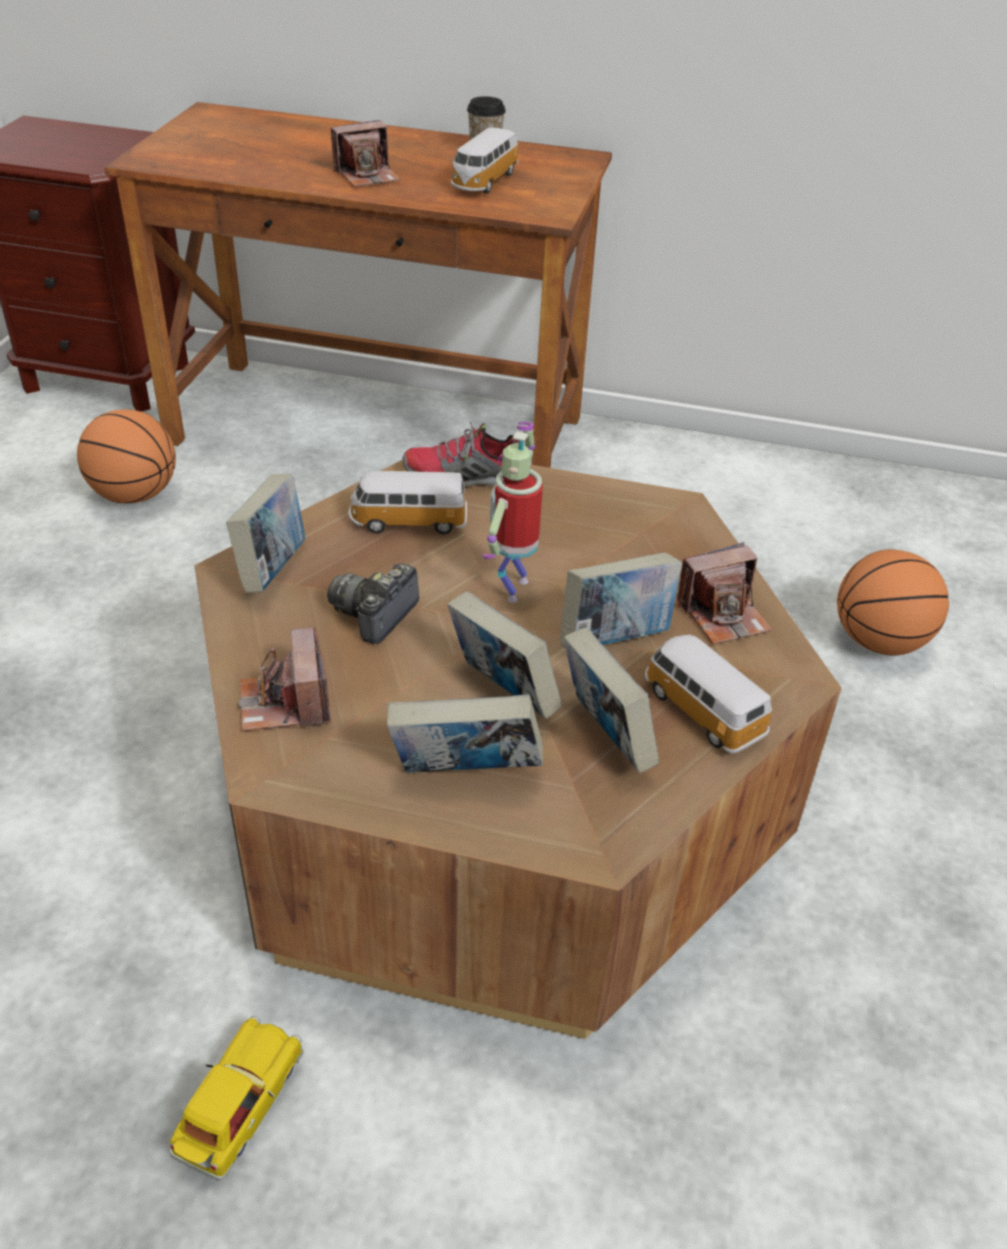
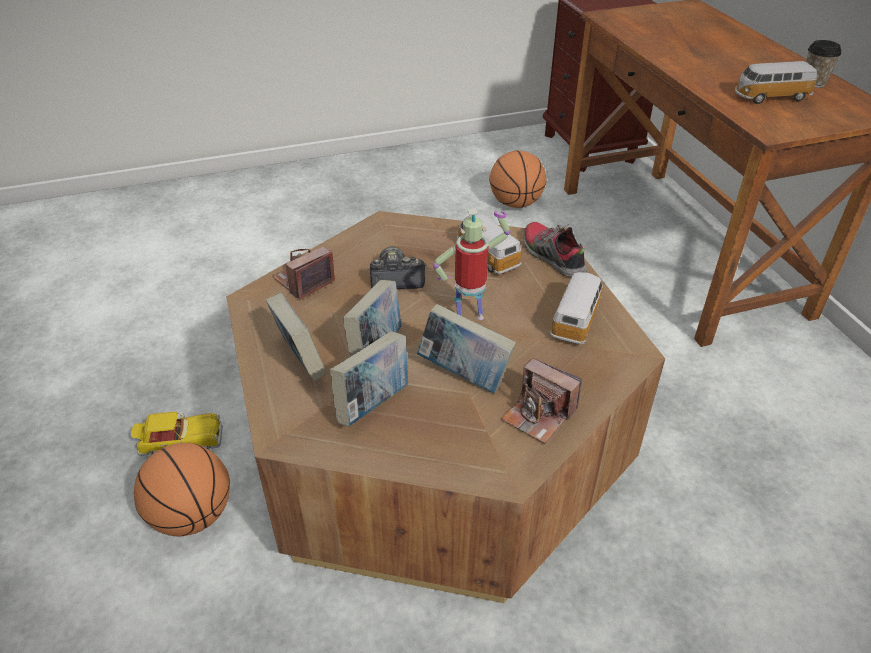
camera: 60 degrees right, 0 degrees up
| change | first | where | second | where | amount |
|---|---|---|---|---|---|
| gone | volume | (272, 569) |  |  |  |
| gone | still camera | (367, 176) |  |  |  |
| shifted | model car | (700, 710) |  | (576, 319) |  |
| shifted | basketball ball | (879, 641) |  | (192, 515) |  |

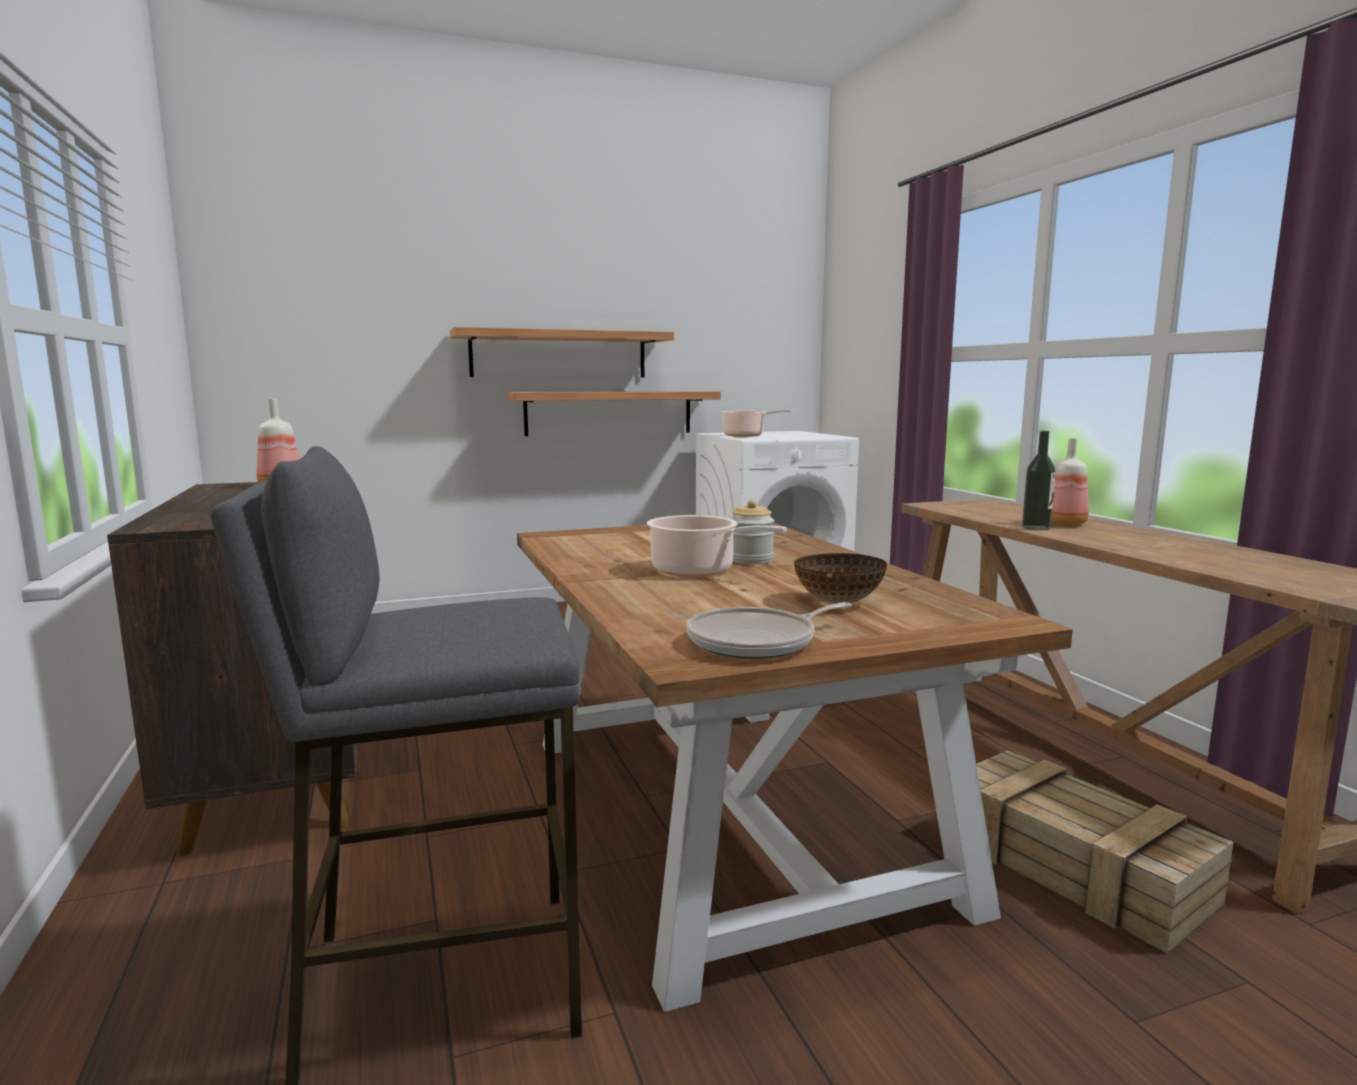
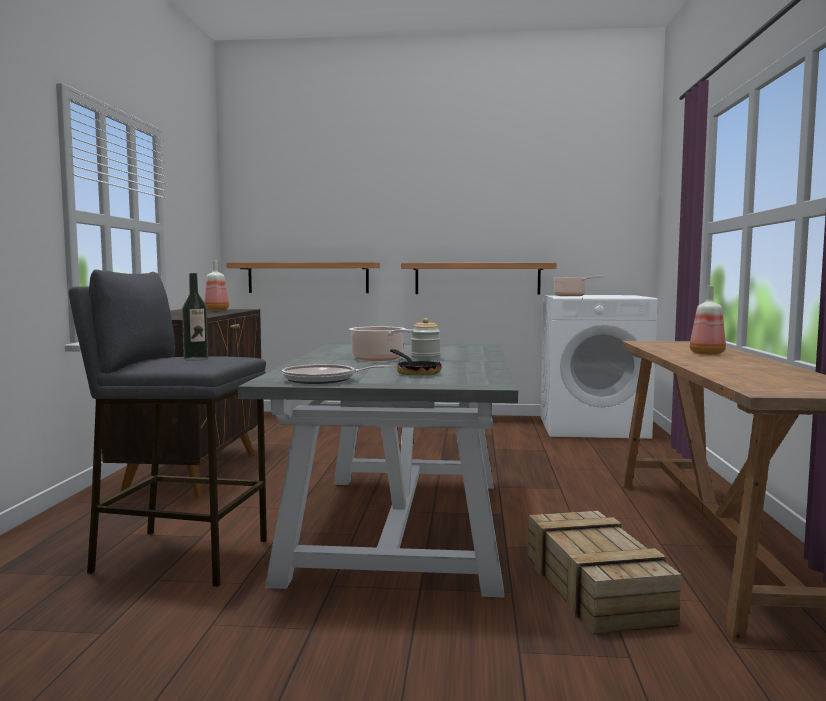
camera: 25 degrees right, 5 degrees down
| change | first | where | second | where | amount |
|---|---|---|---|---|---|
| shifted | wall shelf | (559, 354) |  | (308, 278) |  |
| shifted | drink bottle | (1036, 528) |  | (196, 359) |  |
| swapped | serving bowl | (837, 602) | frying pan | (416, 373) |  |
| repainted | dinner table in brown-coloured | (729, 816) | dinner table in grey | (401, 526) |  |

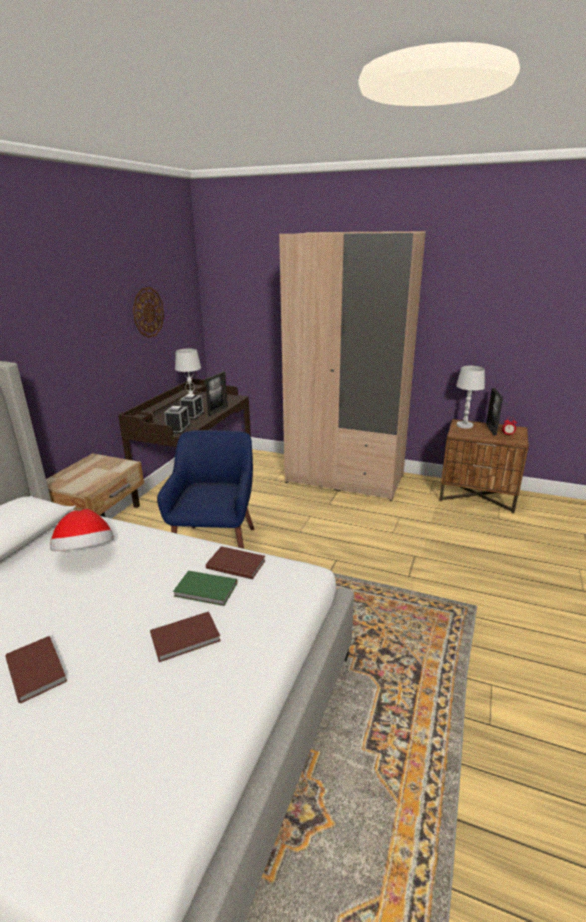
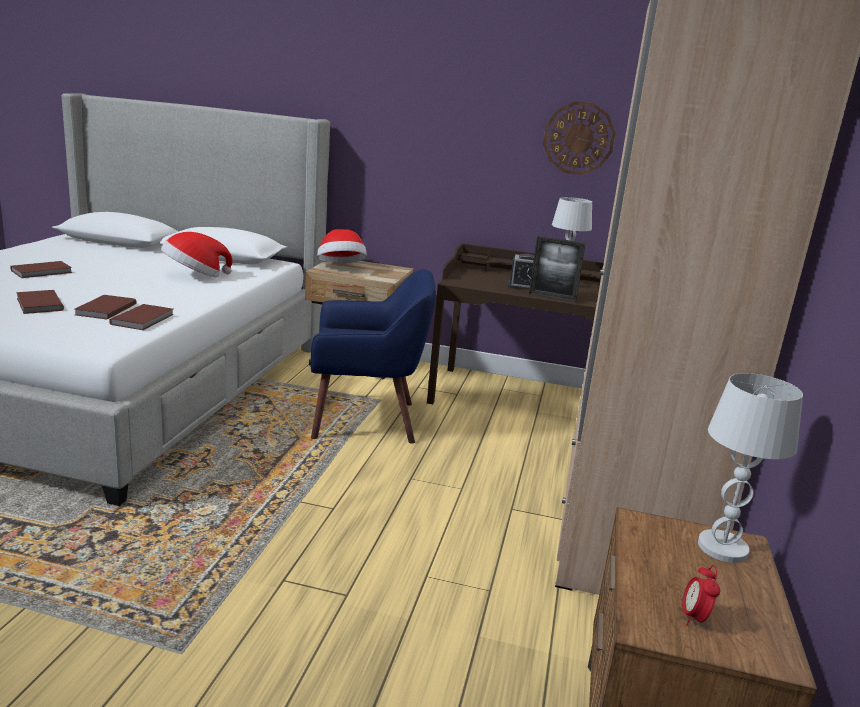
camera: 80 degrees right, 5 degrees down
| change | first | where | second | where | amount |
|---|---|---|---|---|---|
| gone | bedside clock | (178, 428) |  |  |  |
| gone | photo frame | (491, 429) |  |  |  |
| new |  |  | hat | (341, 268) |  |
| repainted | volume in green | (206, 590) | volume in brown-coloured | (104, 309) |  |

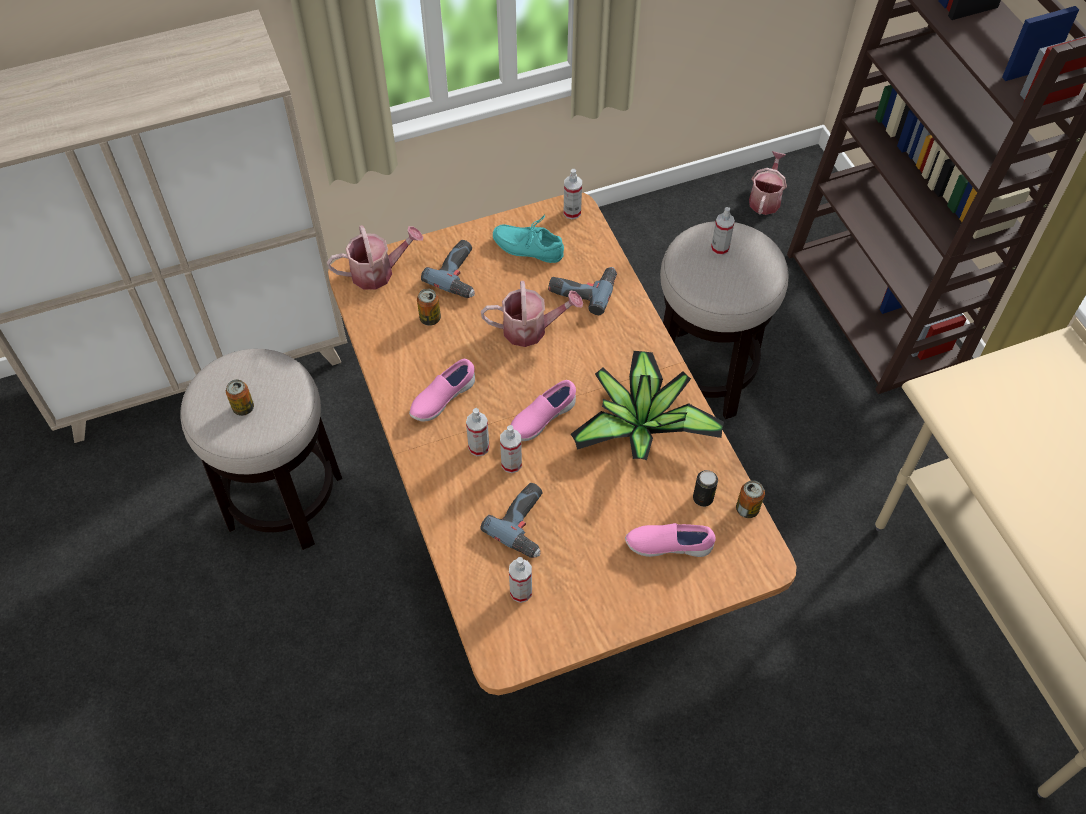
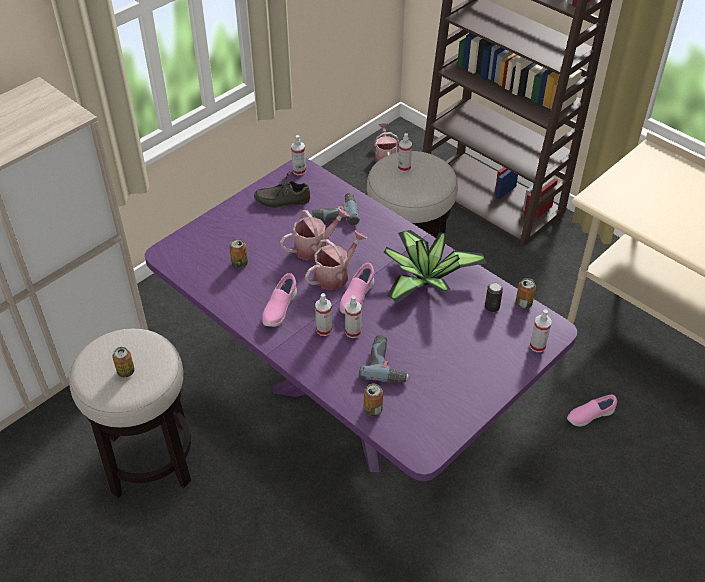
camera: 25 degrees left, 10 degrees down
| change | first | where | second | where | amount |
|---|---|---|---|---|---|
| gone | power drill | (460, 274) |  |  |  |
| new |  |  | sealed can | (373, 410) |  |
| shifted | watering pot | (378, 272) |  | (335, 275) |  |
| shifted | hand sprayer | (521, 592) |  | (537, 346) |  |
| shifted | low shoe in pinkish | (668, 545) |  | (589, 416) |  |
| repainted | dinner table in brown-coloured | (544, 525) | dinner table in purplish | (353, 404) |  |
| repainted | low shoe in blue-green | (529, 246) | low shoe in grey | (282, 199) |  |

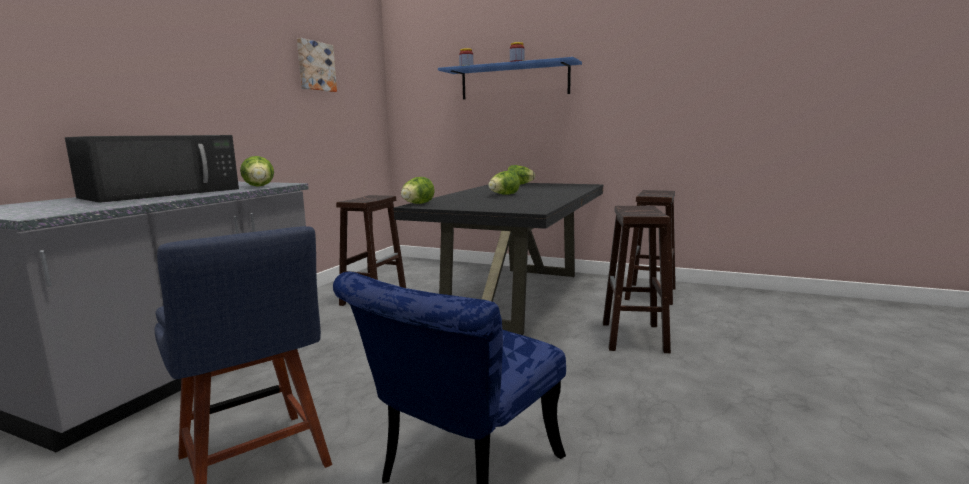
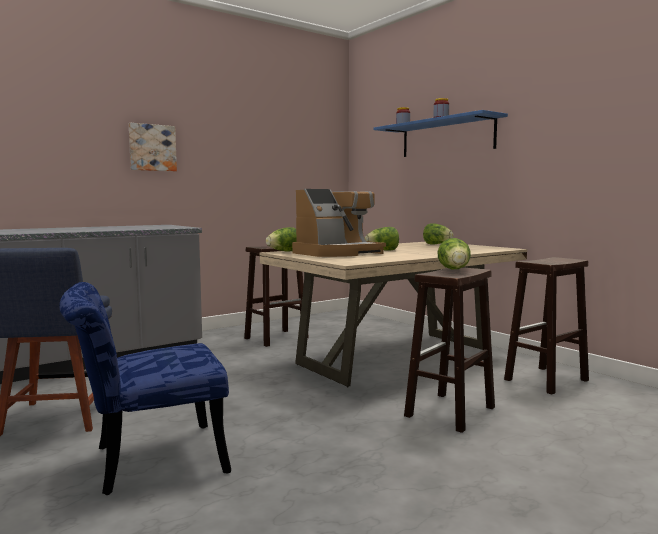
camera: 30 degrees right, 5 degrees down
| change | first | where | second | where | amount |
|---|---|---|---|---|---|
| gone | microwave in black | (164, 193) |  |  |  |
| new |  |  | coffee brewer | (338, 253) |  |
| shifted | lettuce | (260, 186) |  | (455, 270) |  |
| shifted | wall picture | (315, 66) |  | (152, 148) |  |
| repainted | dinner table in black | (515, 296) | dinner table in sand-coloured | (396, 357) |  |

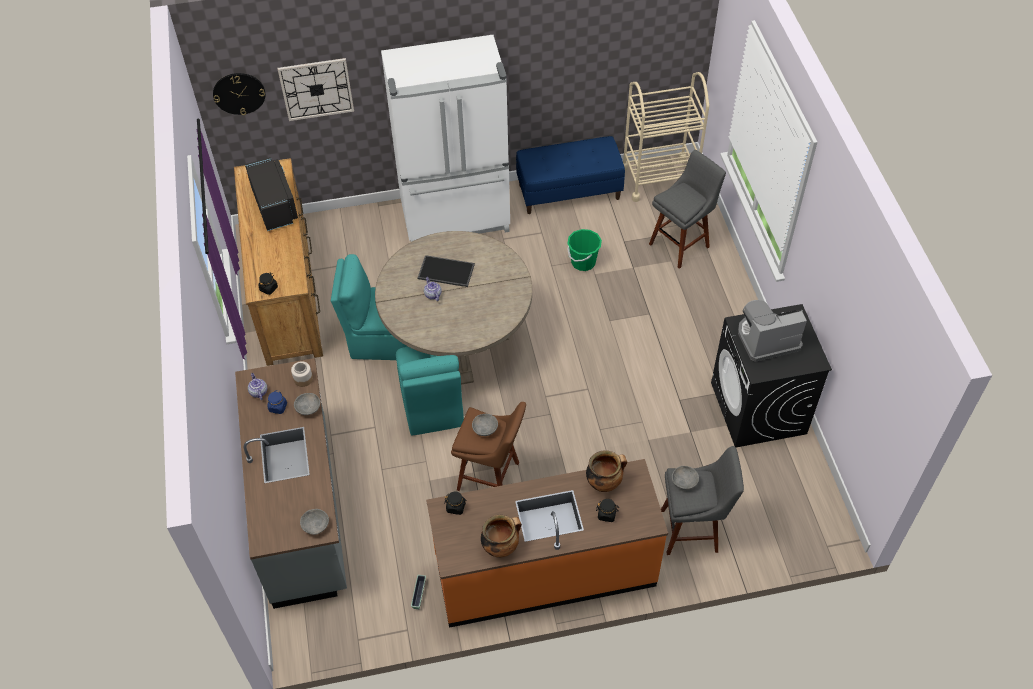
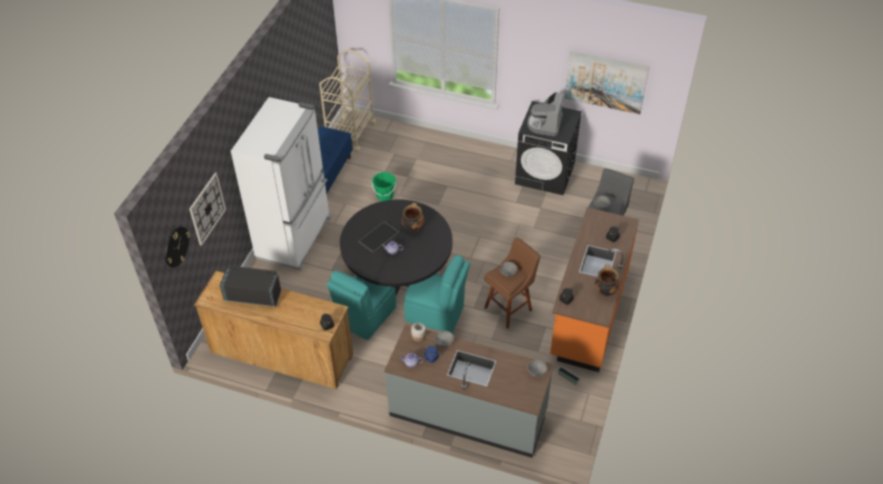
camera: 60 degrees left, 5 degrees down
| change | first | where | second | where | amount |
|---|---|---|---|---|---|
| gone | sitting stool in grey | (681, 244) |  |  |  |
| new |  |  | wall picture | (605, 82) |  |
| shifted | saucepot | (604, 482) |  | (413, 227) |  |
| repainted | dinner table in sand-coloured | (458, 343) | dinner table in black | (398, 281) |  |

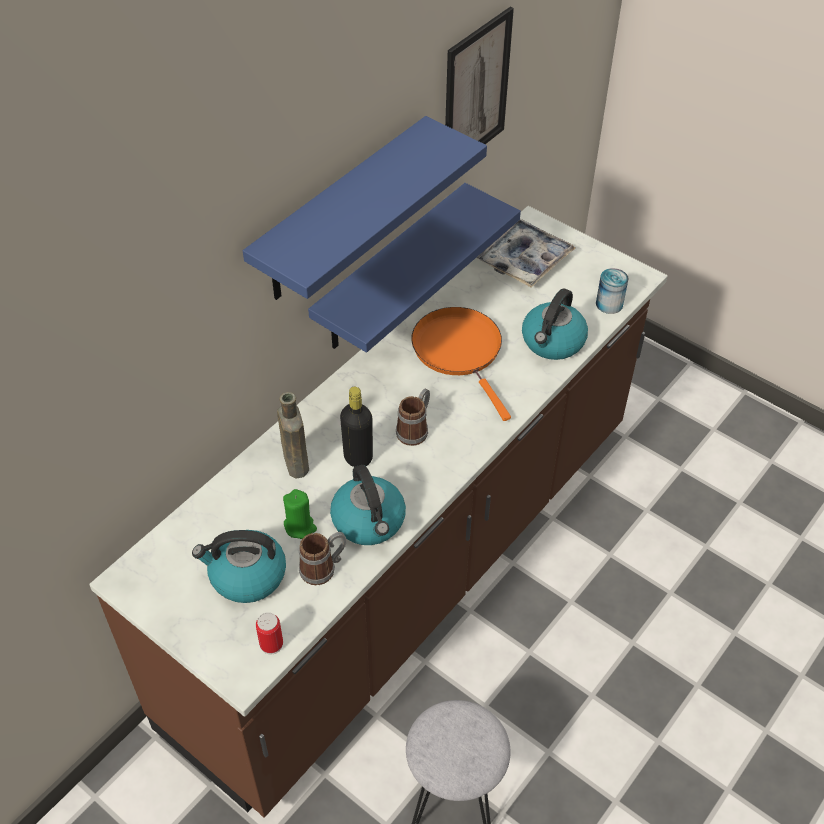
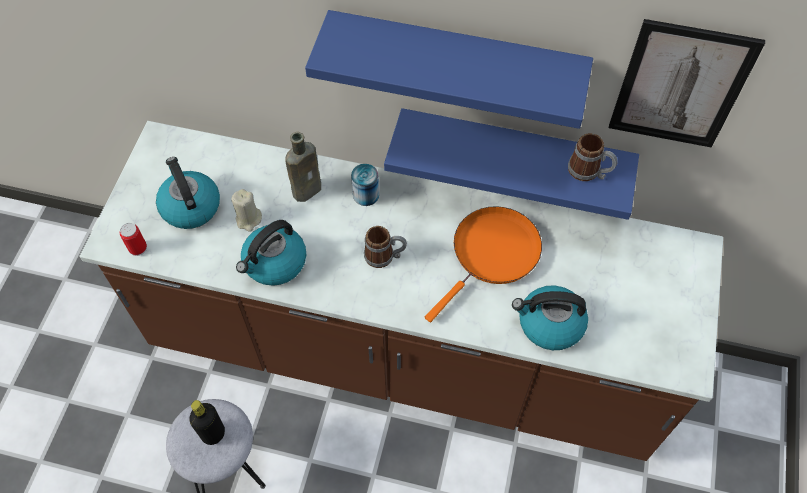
camera: 65 degrees right, 10 degrees up
| change | first | where | second | where | amount |
|---|---|---|---|---|---|
| gone | tray | (524, 260) |  |  |  |
| shifted | coffee mug | (324, 567) |  | (589, 172) |  |
| shifted | drink bottle in black | (358, 457) |  | (213, 433) |  |
| shifted | sealed can | (609, 304) |  | (366, 195) |  |
| repainted | candle in green | (300, 526) | candle in sand-coloured | (248, 219) |  |

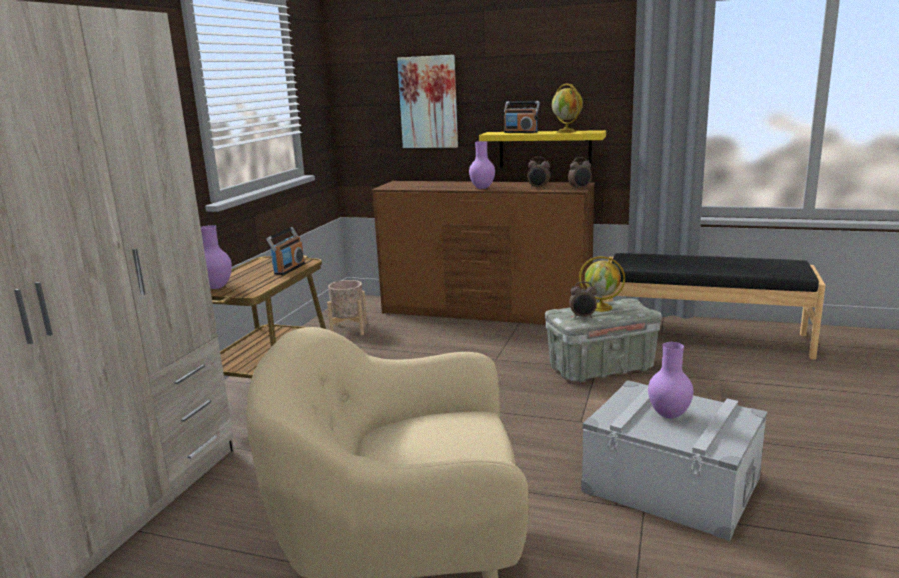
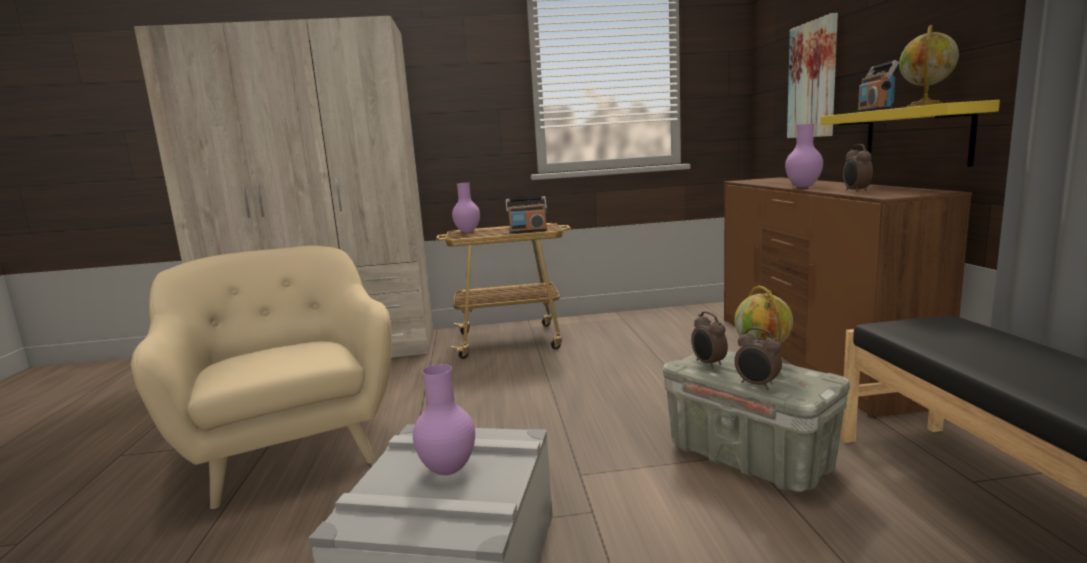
camera: 65 degrees right, 5 degrees down
| change | first | where | second | where | amount |
|---|---|---|---|---|---|
| gone | planter in sand-coloured | (349, 329) |  |  |  |
| shifted | bedside clock | (580, 189) |  | (757, 385) |  |

